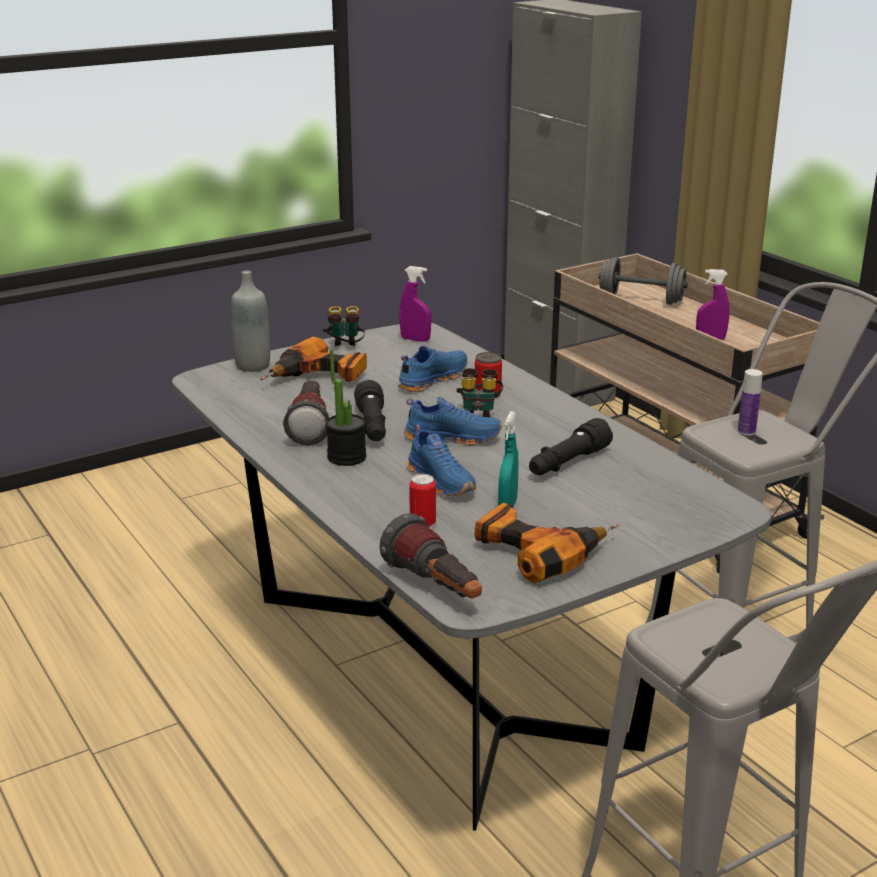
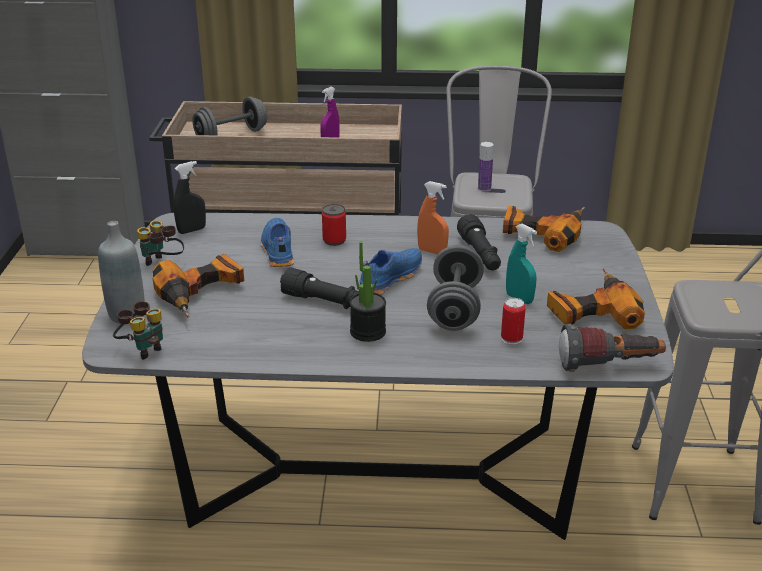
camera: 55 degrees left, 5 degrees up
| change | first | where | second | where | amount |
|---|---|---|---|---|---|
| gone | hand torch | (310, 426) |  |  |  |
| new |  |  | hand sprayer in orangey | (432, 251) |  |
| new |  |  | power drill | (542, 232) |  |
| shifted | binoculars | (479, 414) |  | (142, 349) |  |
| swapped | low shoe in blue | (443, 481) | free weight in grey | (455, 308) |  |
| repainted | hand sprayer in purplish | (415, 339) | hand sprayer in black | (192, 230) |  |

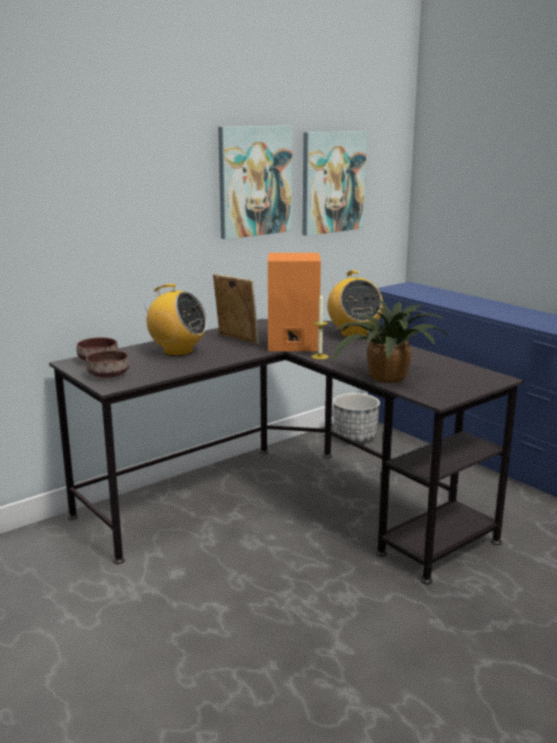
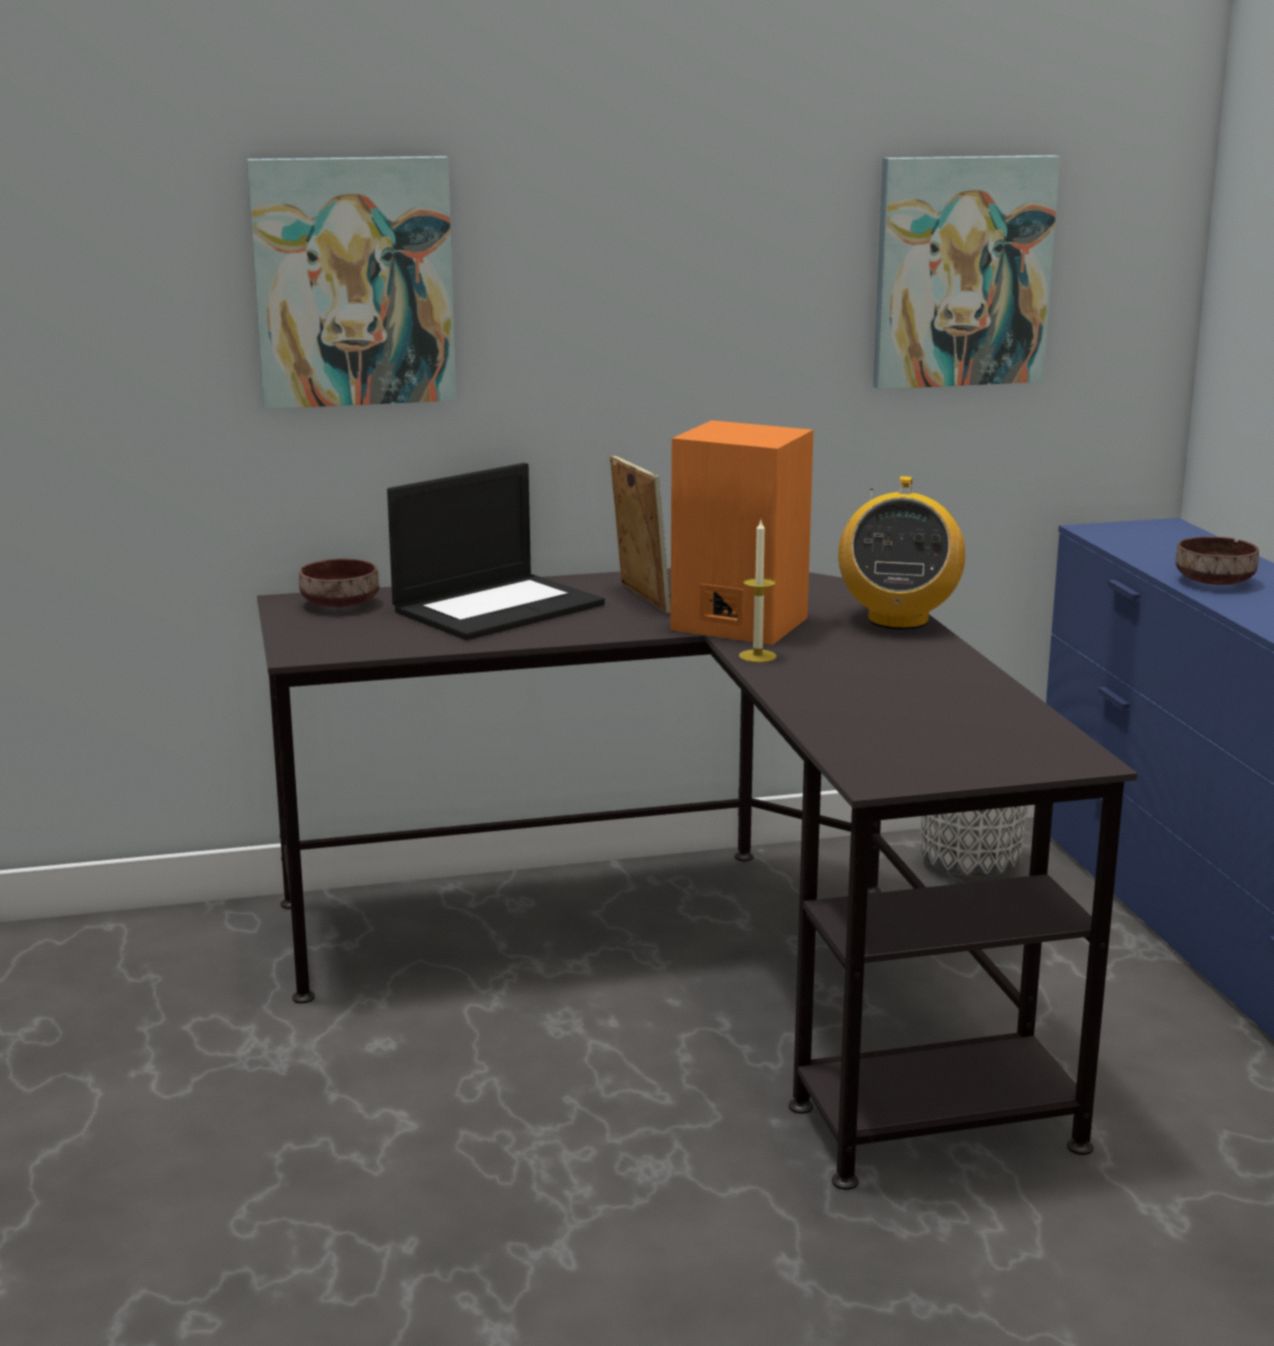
camera: 25 degrees right, 0 degrees up
| change | first | where | second | where | amount |
|---|---|---|---|---|---|
| gone | houseplant | (386, 378) |  |  |  |
| shifted | serving bowl in brown-coloured | (107, 375) |  | (1212, 581) |  |
| shifted | wall picture | (254, 181) |  | (353, 282) |  |
| swapped | radio receiver | (177, 351) | portable computer | (498, 607) |  |

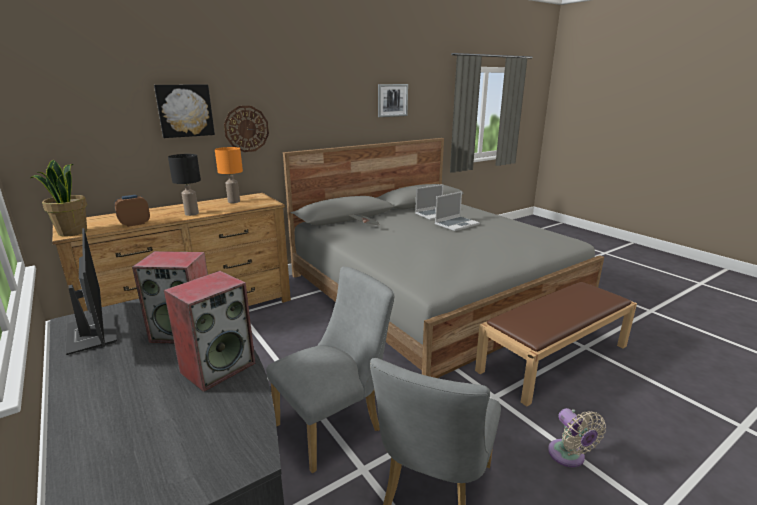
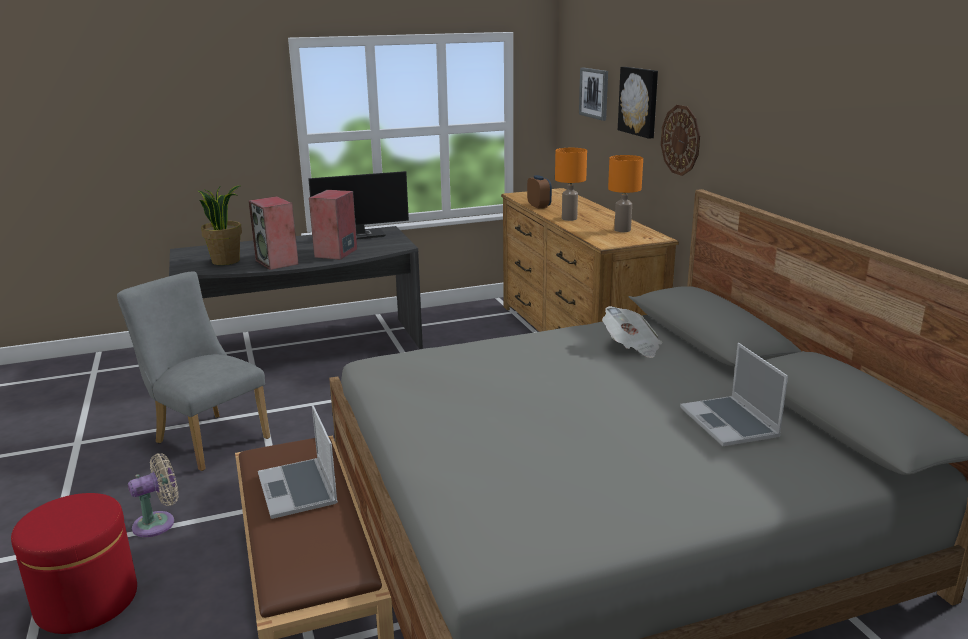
camera: 105 degrees right, 0 degrees up
| change | first | where | second | where | amount |
|---|---|---|---|---|---|
| gone | plain chair in grey | (335, 425) |  |  |  |
| new |  |  | pouffe in reddish | (87, 601) |  |
| shifted | houseplant | (72, 232) |  | (226, 261) |  |
| shifted | wall picture | (392, 100) |  | (594, 93) |  |
| shifted | portable computer | (456, 224) |  | (299, 490) |  |
| repainted | lamp for a table in black | (191, 214) | lamp for a table in orangey | (569, 218) |  |
| rotated | fan in sand-coloured | (569, 456) |  | (158, 523) | 150 degrees clockwise |

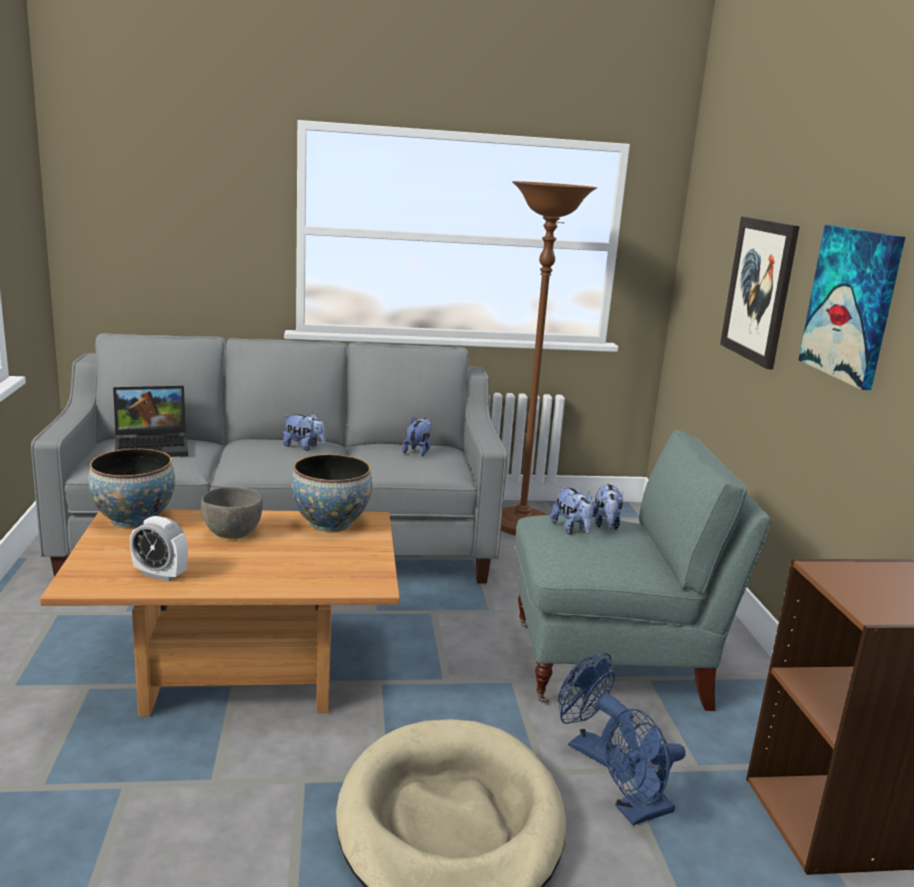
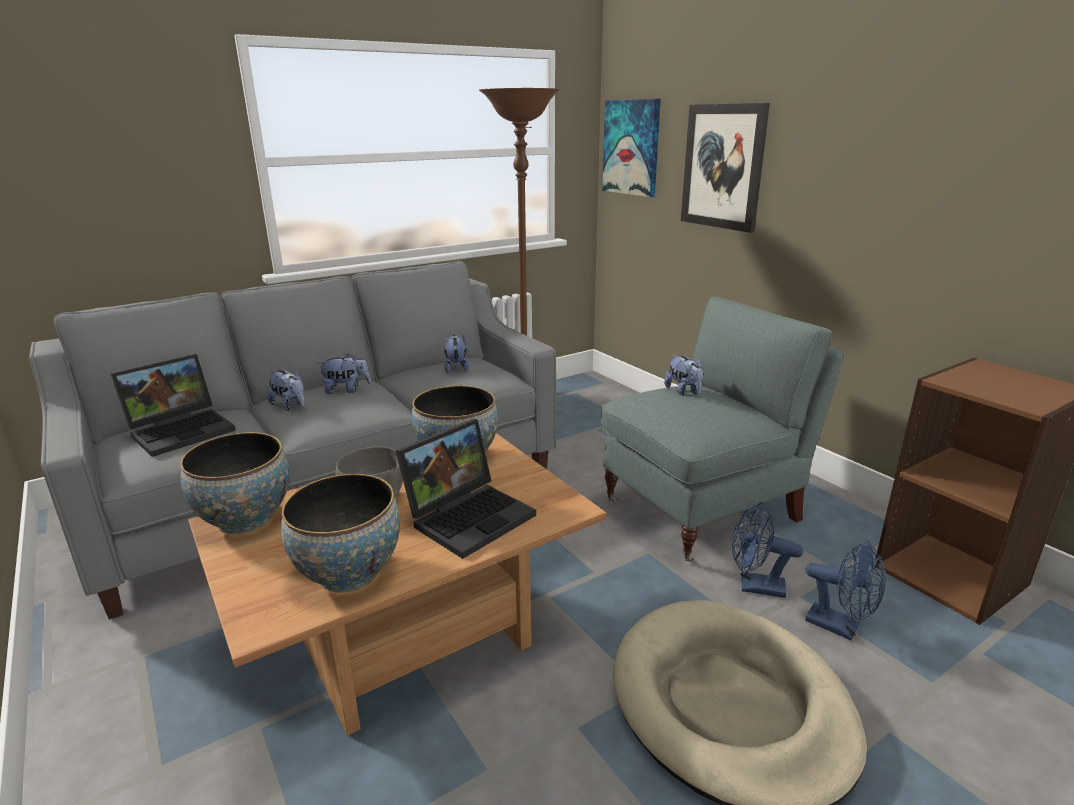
camera: 25 degrees left, 5 degrees up
| change | first | where | second | where | amount |
|---|---|---|---|---|---|
| new |  |  | portable computer | (470, 515) |  |
| shifted | soft toy | (572, 529) |  | (290, 406) |  |
| shifted | wall picture | (851, 304) |  | (632, 147) |  |
| swapped | bedside clock | (160, 575) | serving bowl | (349, 574) |  |
| rotated | fan in blue | (637, 812) |  | (840, 627) | 90 degrees counterclockwise |

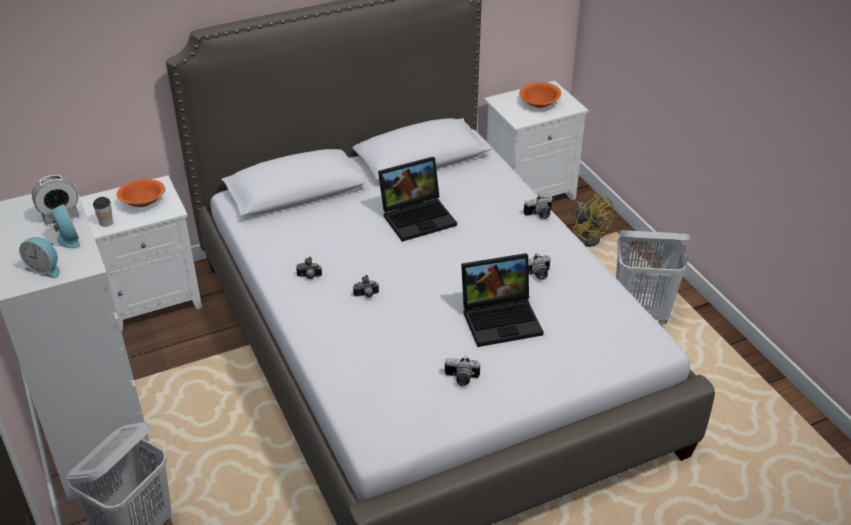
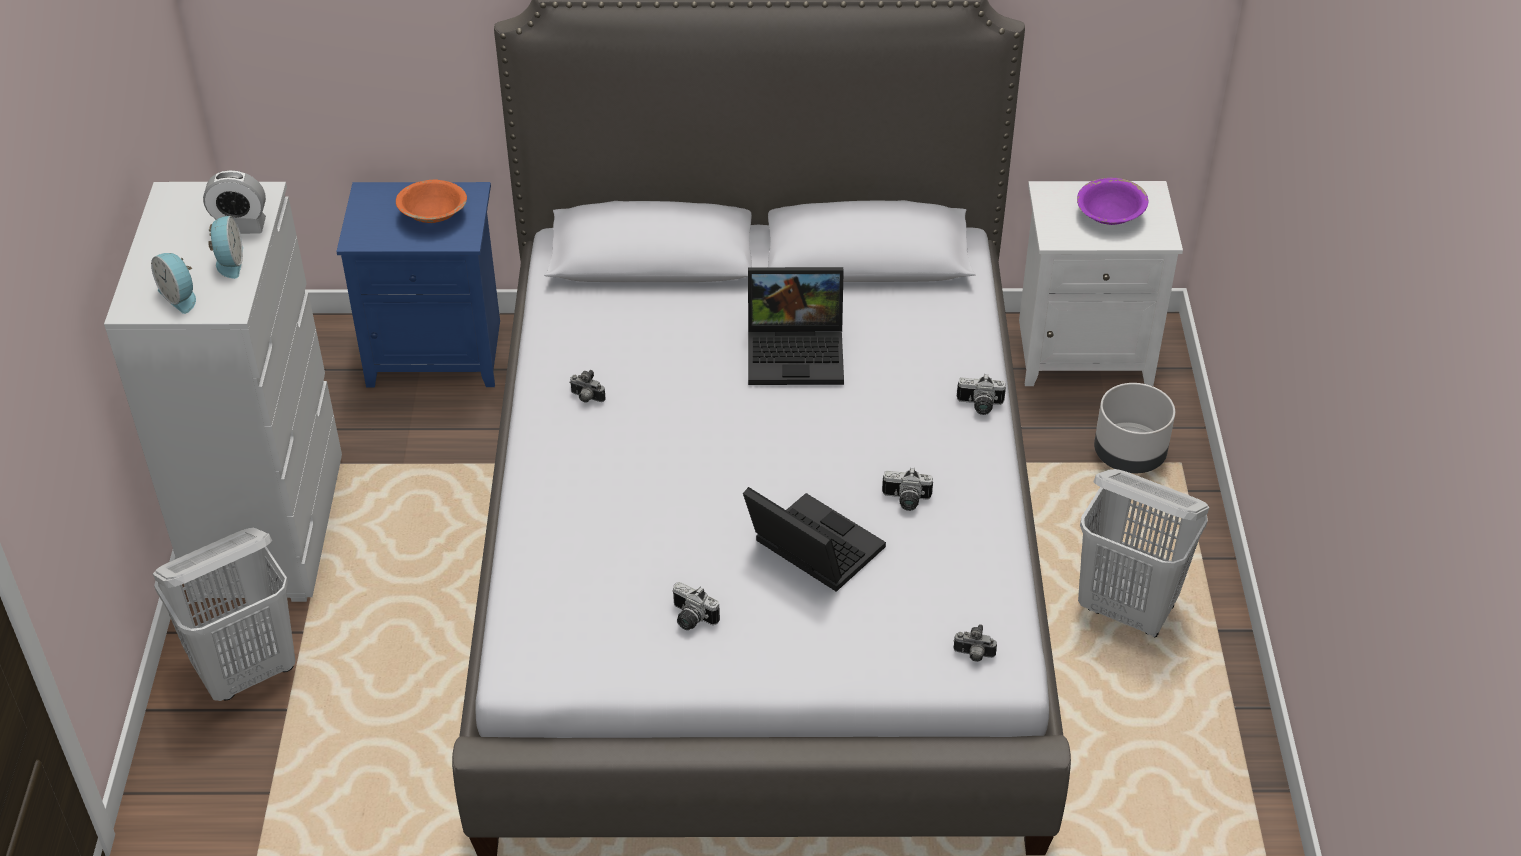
camera: 25 degrees right, 5 degrees up
| change | first | where | second | where | amount |
|---|---|---|---|---|---|
| gone | drinking cup | (106, 222) |  |  |  |
| shifted | still camera | (366, 295) |  | (973, 655) |  |
| swapped | fan in yellow-coloured | (587, 236) | planter in grey | (1129, 455) |  |
| repainted | night table in white | (153, 298) | night table in blue | (438, 352) |  |
| repainted | serving bowl in orangey | (539, 103) | serving bowl in purplish | (1110, 216) |  |
| rotated | portable computer | (502, 318) |  | (809, 549) | 150 degrees counterclockwise |

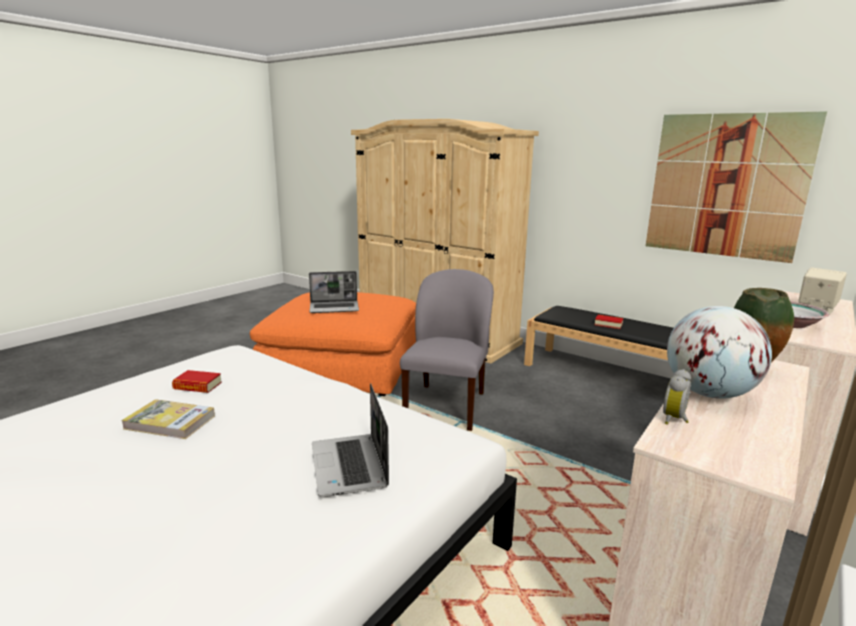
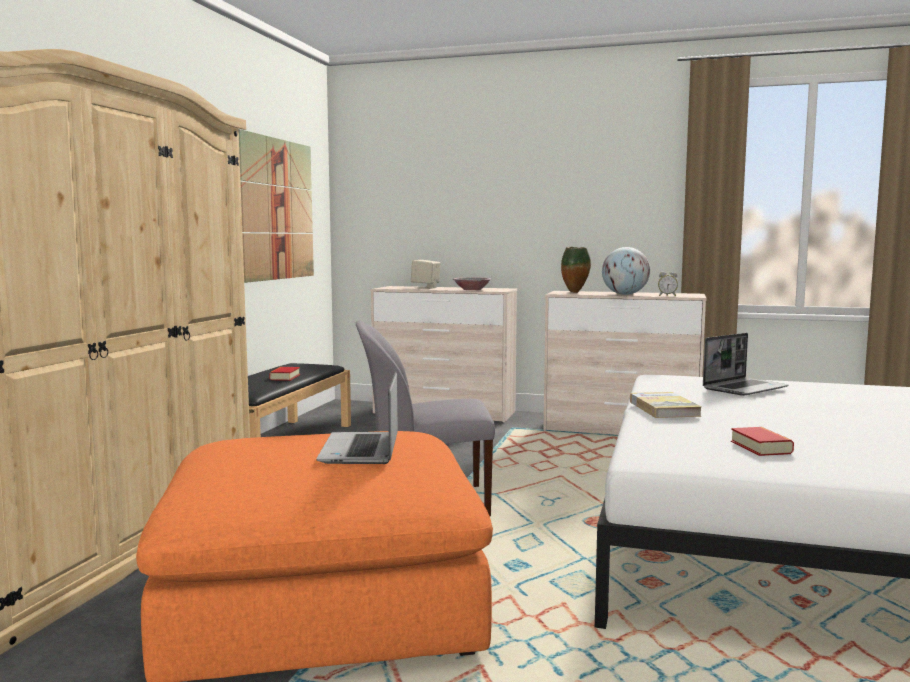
camera: 110 degrees left, 10 degrees down
| change | first | where | second | where | amount |
|---|---|---|---|---|---|
| shifted | volume | (170, 422) |  | (664, 409) |  |
| rotated | portable computer | (335, 308) |  | (361, 450) | 150 degrees counterclockwise |

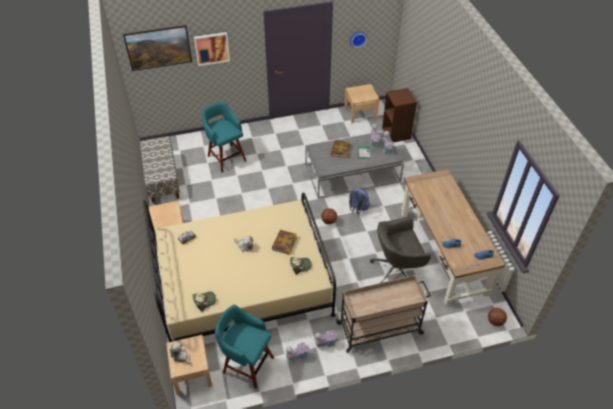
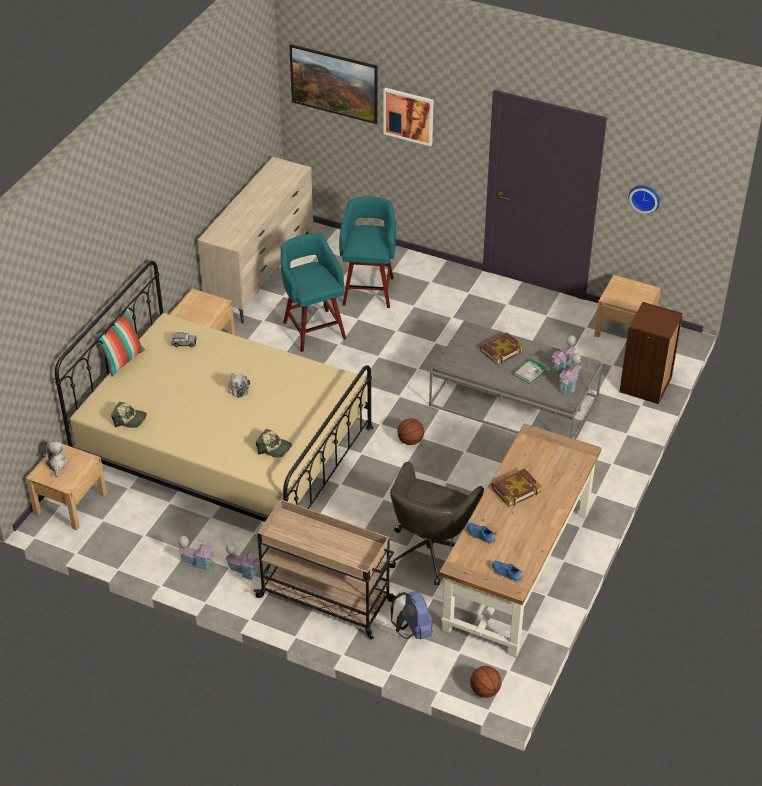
camera: 40 degrees right, 5 degrees down
| change | first | where | second | where | amount |
|---|---|---|---|---|---|
| new |  |  | pillow | (123, 360) |  |
| shifted | sitting stool in blue-green | (247, 364) |  | (313, 329) |  |
| shifted | volume | (284, 243) |  | (516, 490) |  |
| shifted | backpack in blue | (357, 209) |  | (412, 631) |  |
| swapped | long seat | (162, 180) | chest of drawers in sand-coloured | (261, 275) |  |
| rotated | office chair in grey | (397, 269) |  | (430, 550) | 90 degrees counterclockwise |

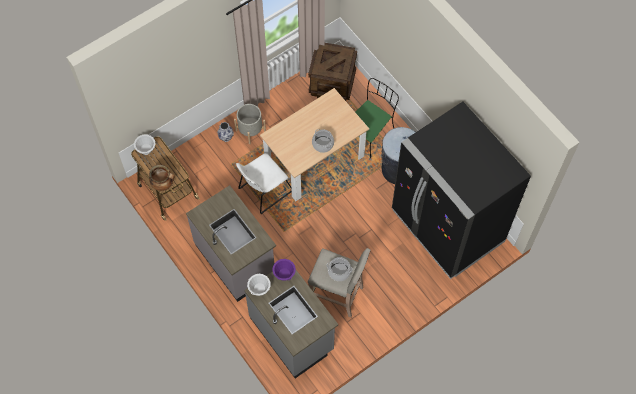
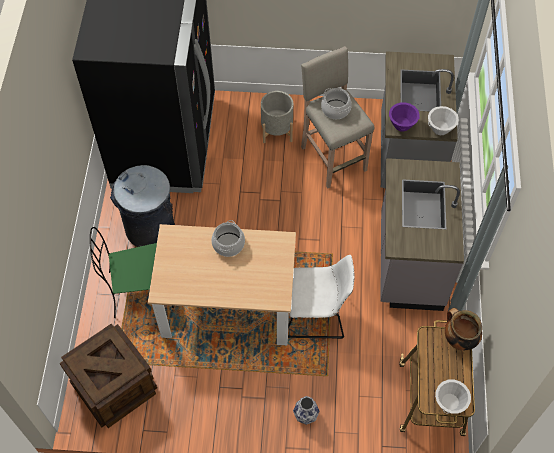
camera: 140 degrees left, 5 degrees down
| change | first | where | second | where | amount |
|---|---|---|---|---|---|
| shifted | planter in grey | (250, 130) |  | (277, 130) |  |

